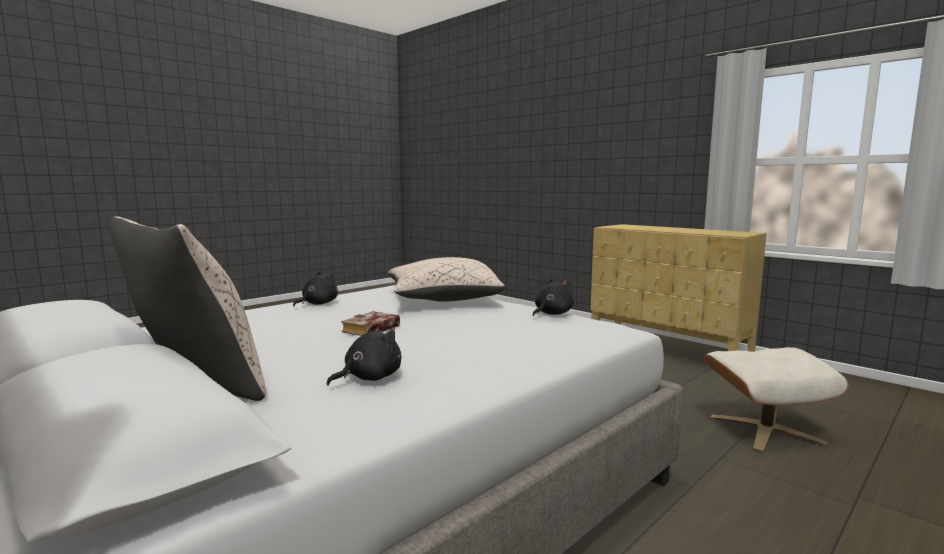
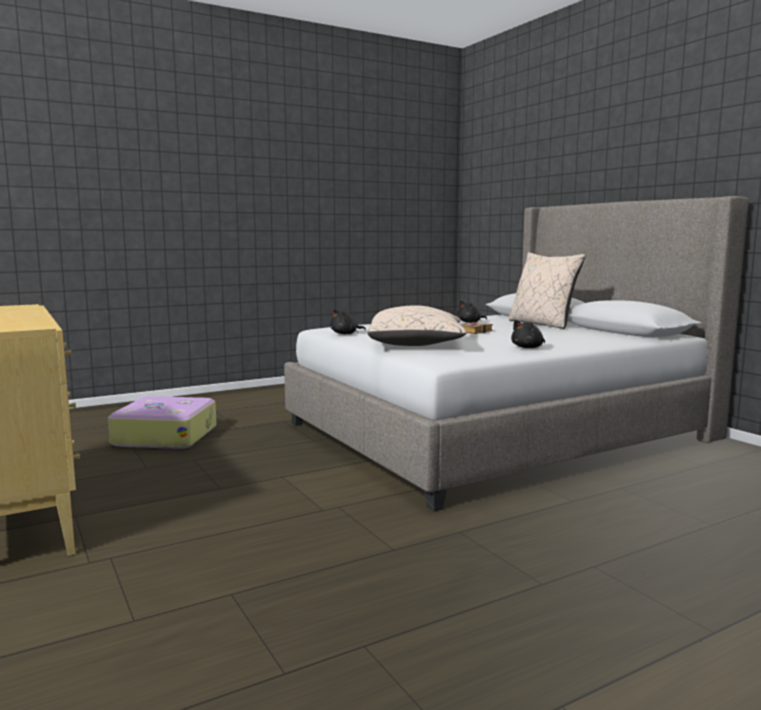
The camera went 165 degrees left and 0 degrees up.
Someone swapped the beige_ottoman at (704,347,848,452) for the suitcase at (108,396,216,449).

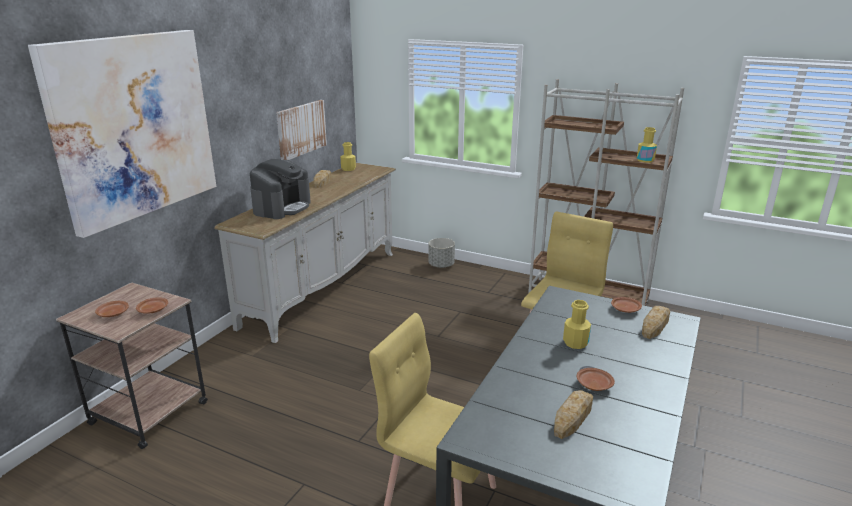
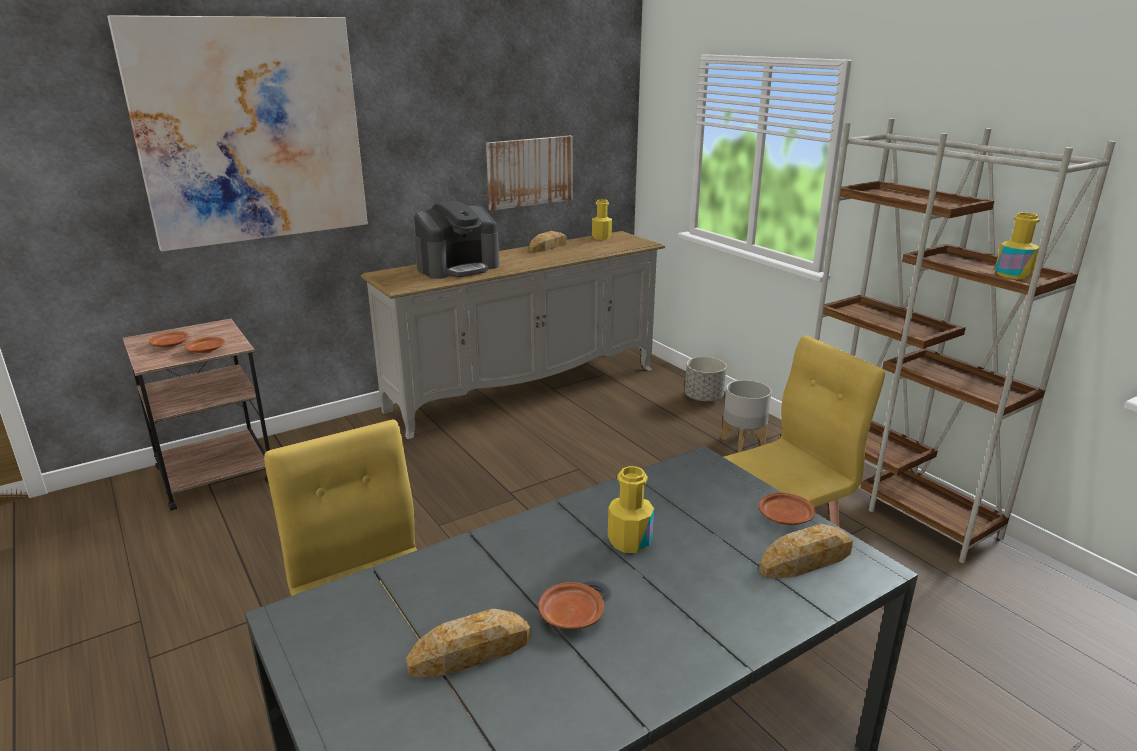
The camera went 30 degrees right and 0 degrees up.
Someone put down the grey_planter at (721,380,772,452).

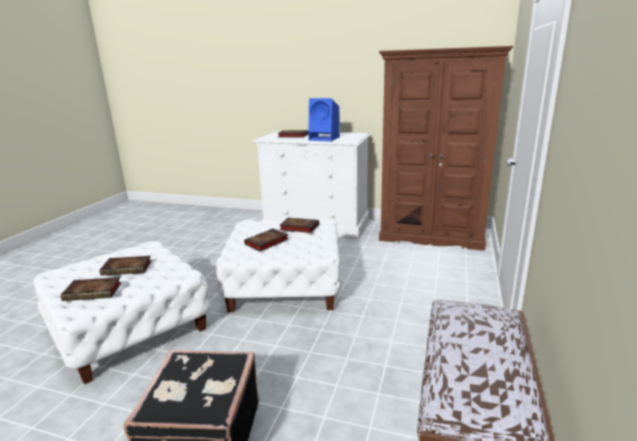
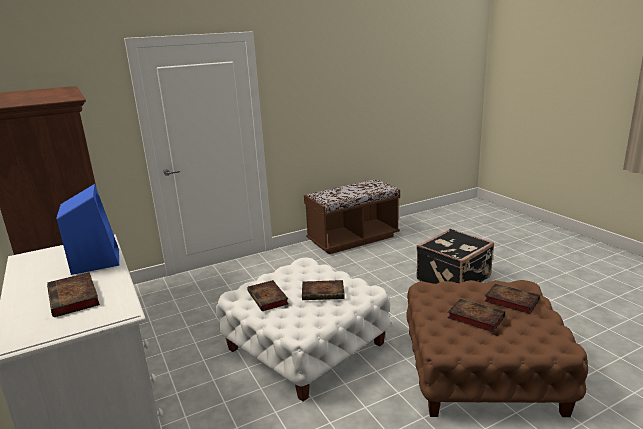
The camera went 135 degrees left and 0 degrees up.
Someone repainted the white_ottoman at (33,241,210,384), which became the brown_ottoman at (406,280,588,417).

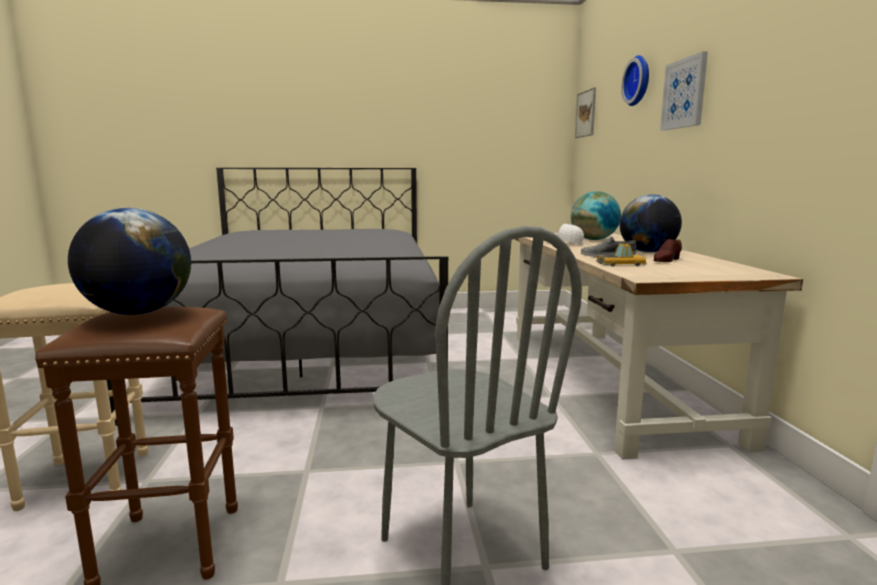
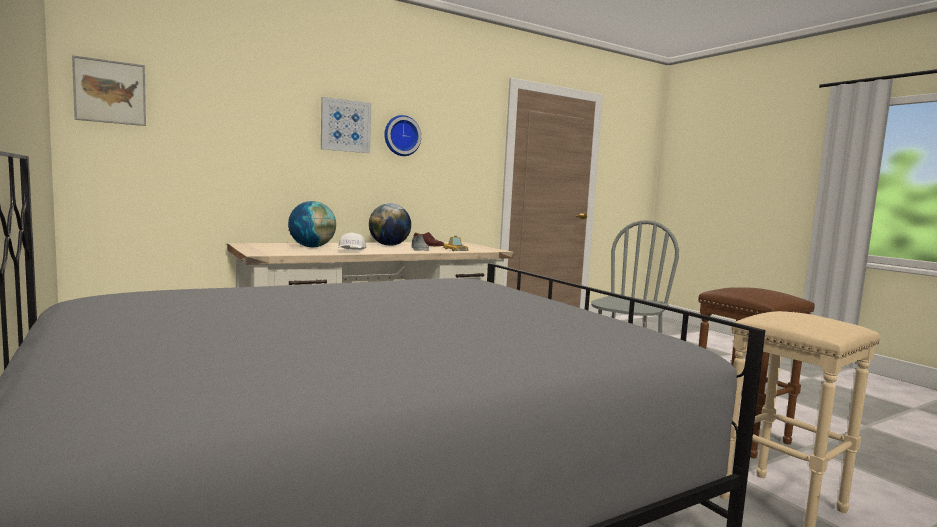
The camera went 115 degrees left and 5 degrees down.
Someone carried the wall_clock from (621,55,649,106) to (384,115,421,156).
Someone took away the globe at (68,208,191,315).

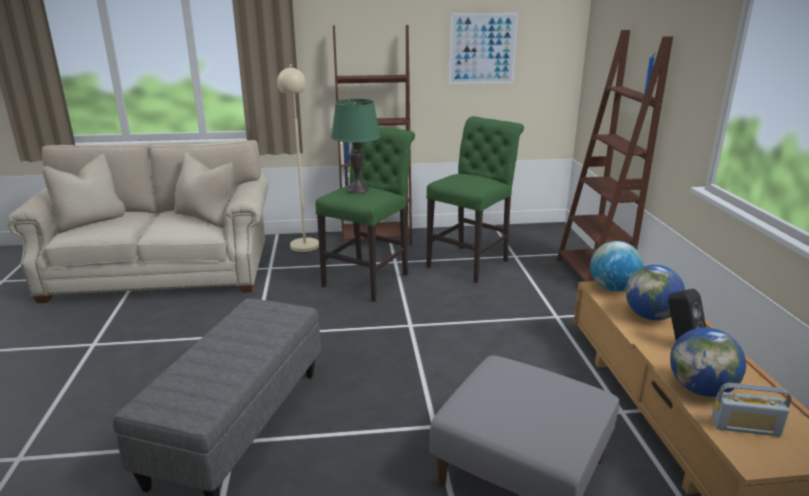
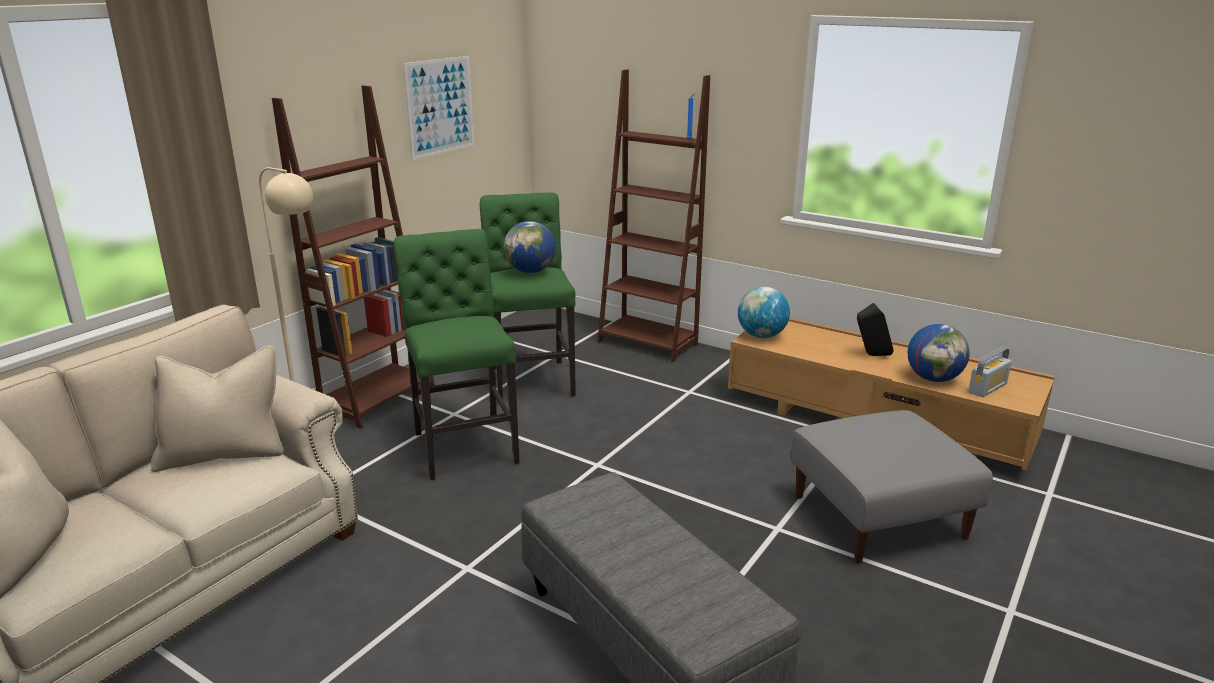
The camera went 50 degrees left and 0 degrees up.
Someone carried the globe from (626,265,685,320) to (504,221,556,273).
Someone took away the green_table_lamp at (331,99,381,193).

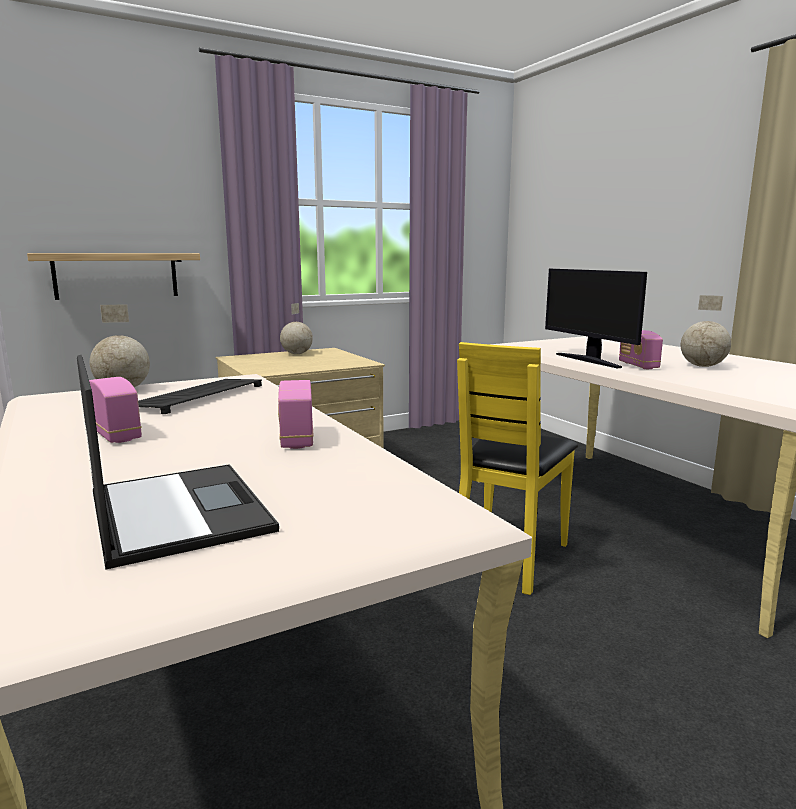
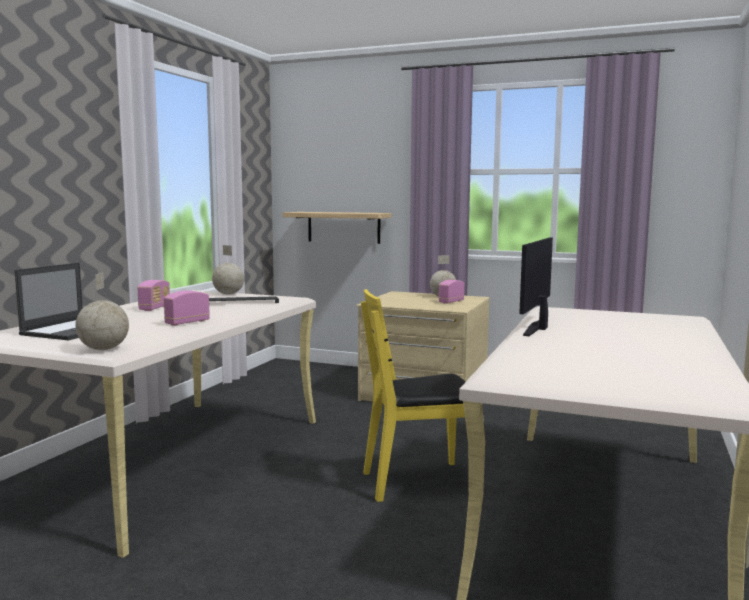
The camera went 50 degrees right and 5 degrees down.
Someone carried the globe from (681,295,731,367) to (75,272,129,350).
Someone carried the radio from (619,330,663,369) to (439,280,464,304).

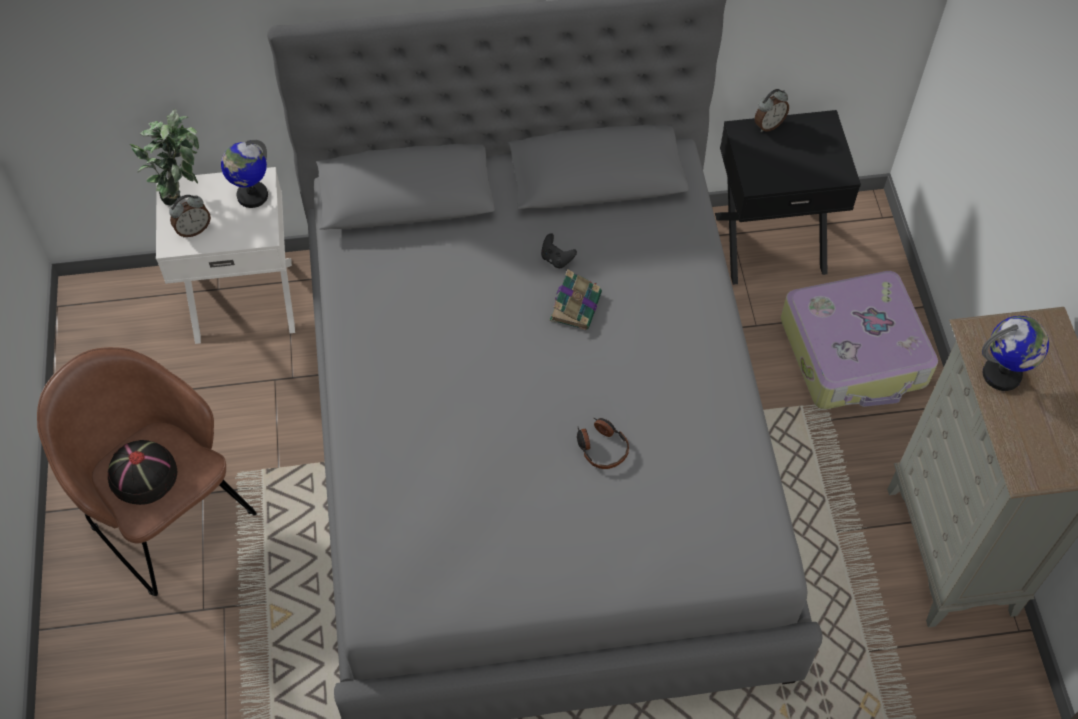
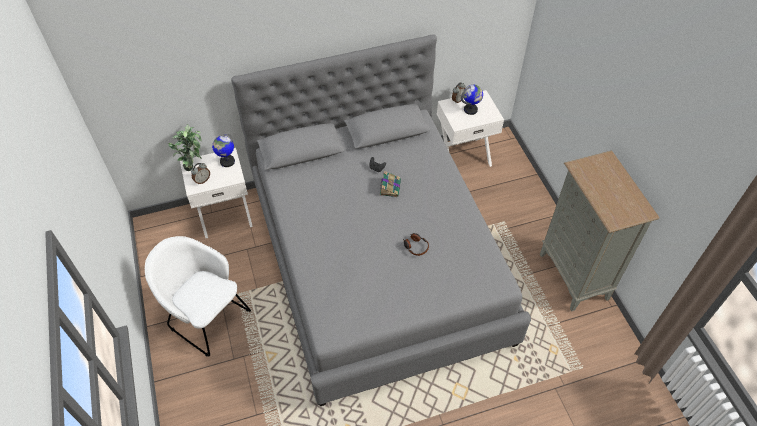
The camera went 10 degrees left and 5 degrees down.
Someone repainted the brown_armchair at (37,347,257,596), which became the white_armchair at (145,236,251,357).
Someone repainted the black_nightstand at (715,110,861,285), which became the white_nightstand at (437,90,504,167).
Someone carried the globe from (982,316,1049,391) to (461,85,483,115).
Someone took away the black_hat at (108,440,177,505).
Someone took away the suitcase at (781,271,938,409).

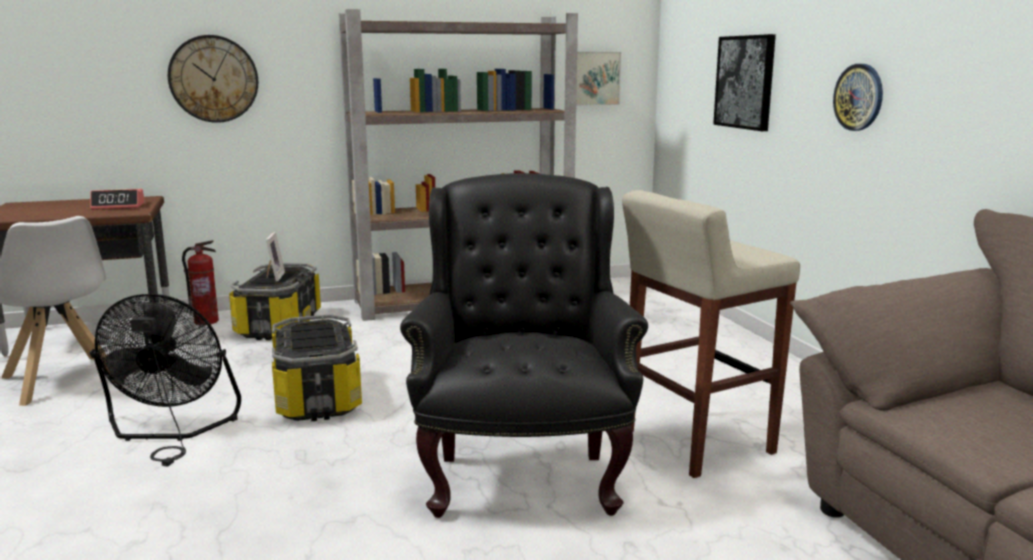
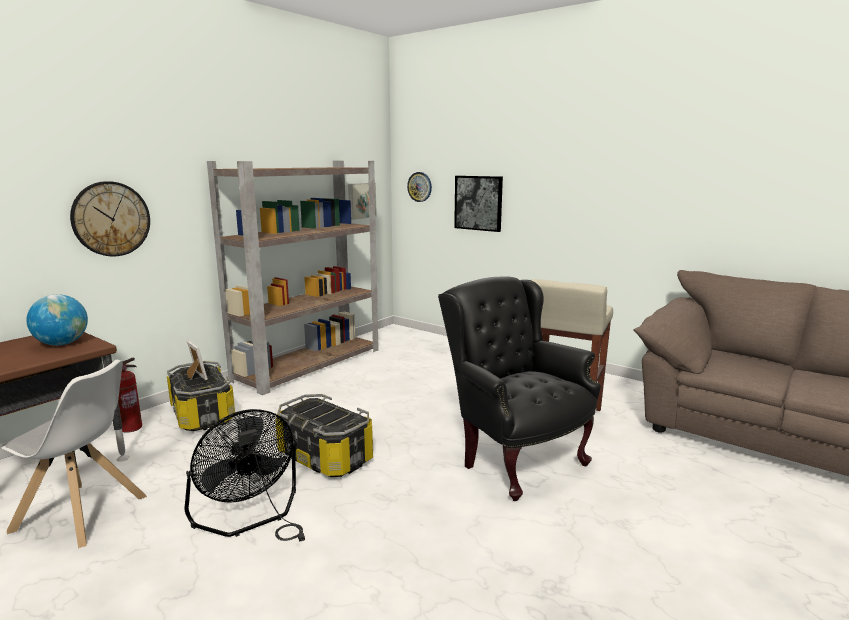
The camera went 35 degrees left and 0 degrees up.
Someone swapped the alarm_clock at (90,189,145,210) for the globe at (26,294,88,345).
Someone carried the wall_clock from (833,64,883,131) to (407,172,432,202).

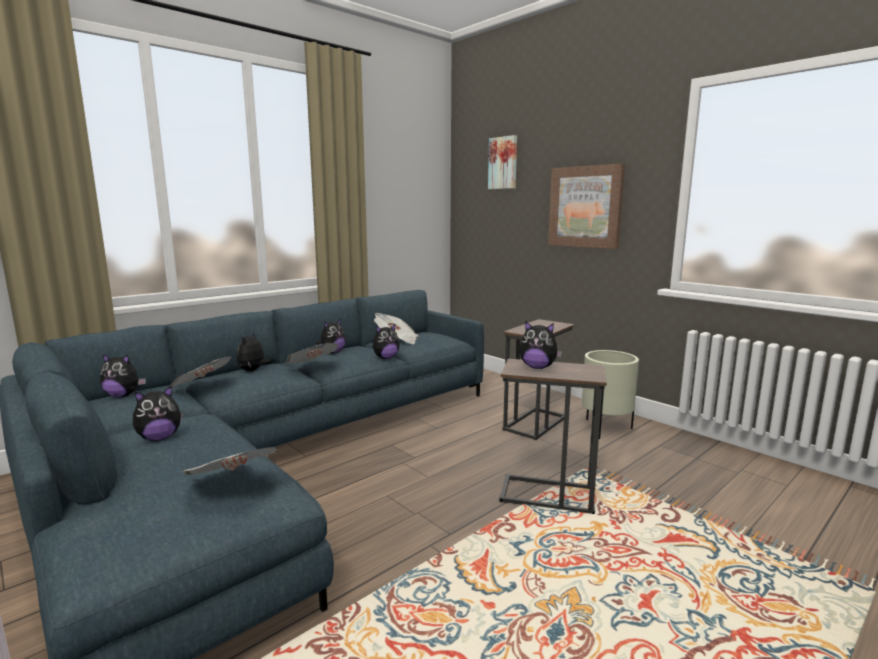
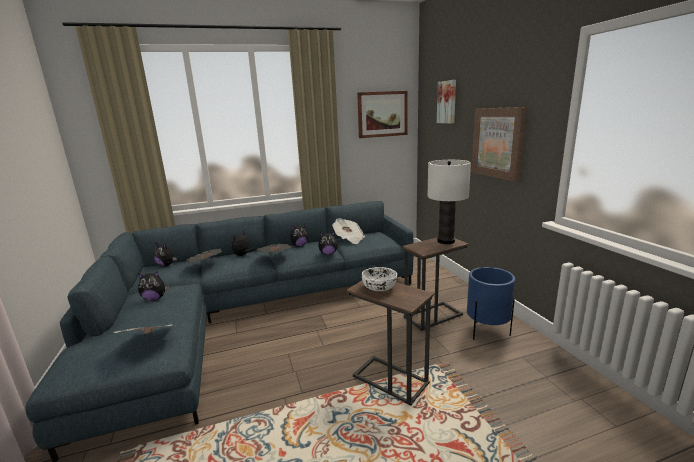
The camera went 25 degrees right and 5 degrees up.
Someone put up the picture at (357,91,408,138).
Someone swapped the plush_toy at (520,321,562,369) for the white_bowl at (362,267,397,291).
Someone put down the white_table_lamp at (428,160,471,244).
Someone repainted the beige_planter at (582,350,639,439), which became the blue_planter at (467,267,515,340).

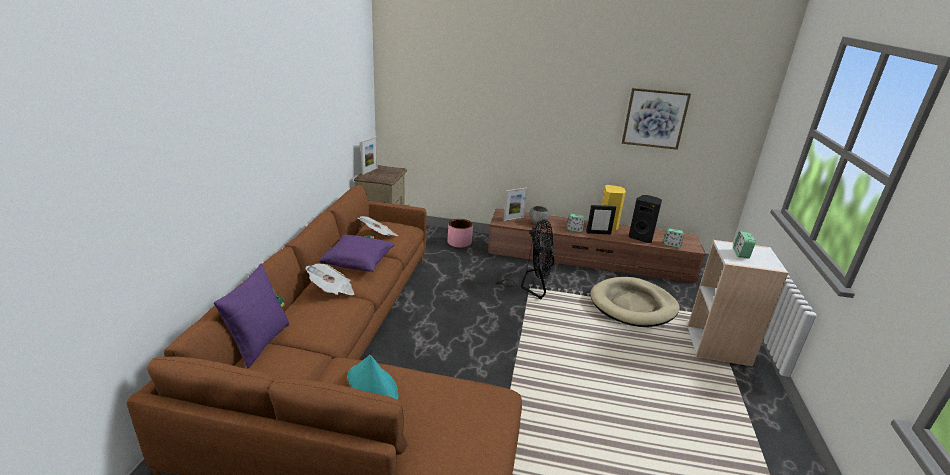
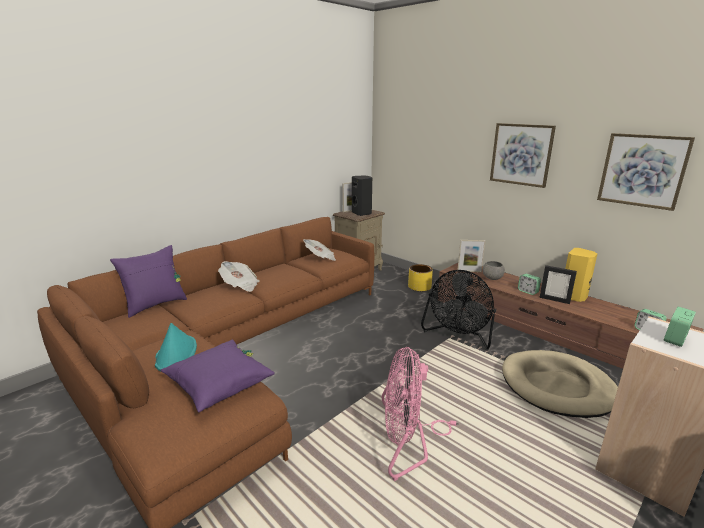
The camera went 35 degrees right and 5 degrees down.
Someone carried the purple_pillow from (320,234,395,272) to (161,339,275,412).
Someone carried the black_speaker from (629,195,662,243) to (352,175,372,216).
Someone put down the pink_fan at (382,347,458,481).
Someone repainted the pink_planter at (447,219,473,248), which became the yellow_planter at (408,264,433,292).
Someone rotated the black_fan at (496,219,554,300) by 75 degrees clockwise.
Someone put up the picture at (490,123,556,188).

